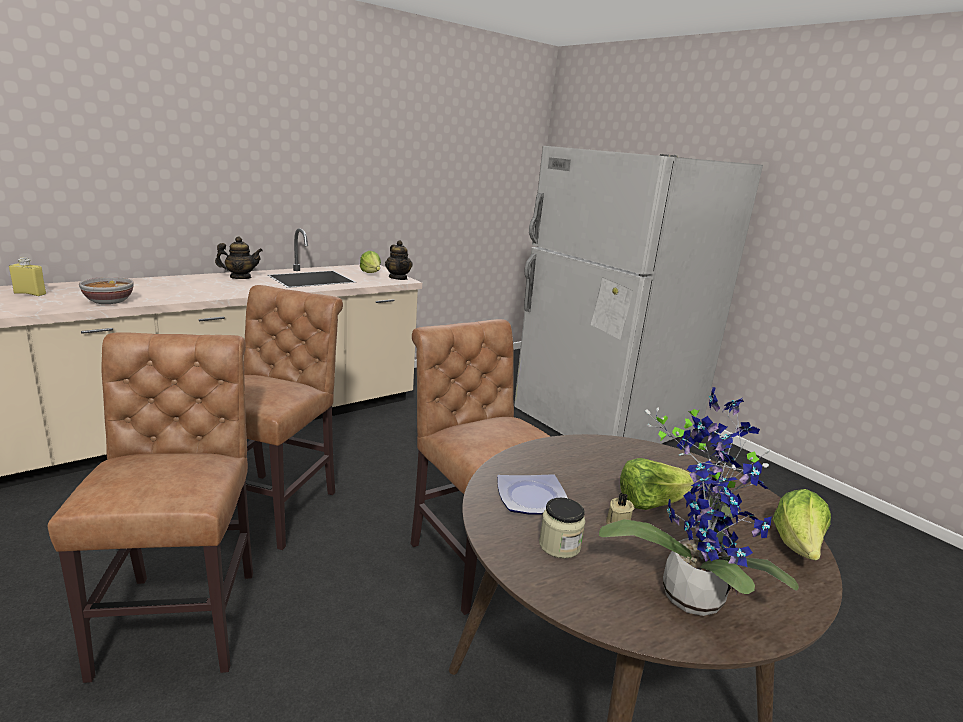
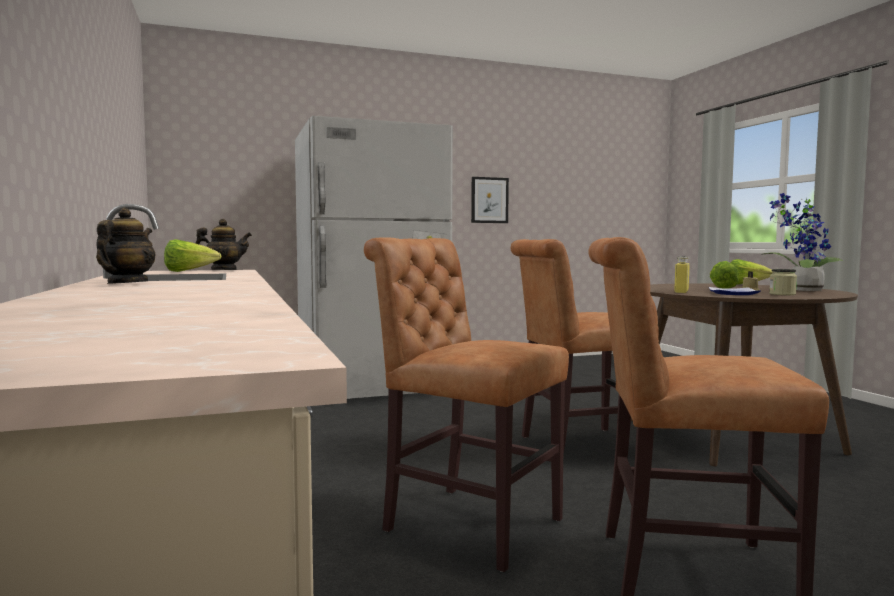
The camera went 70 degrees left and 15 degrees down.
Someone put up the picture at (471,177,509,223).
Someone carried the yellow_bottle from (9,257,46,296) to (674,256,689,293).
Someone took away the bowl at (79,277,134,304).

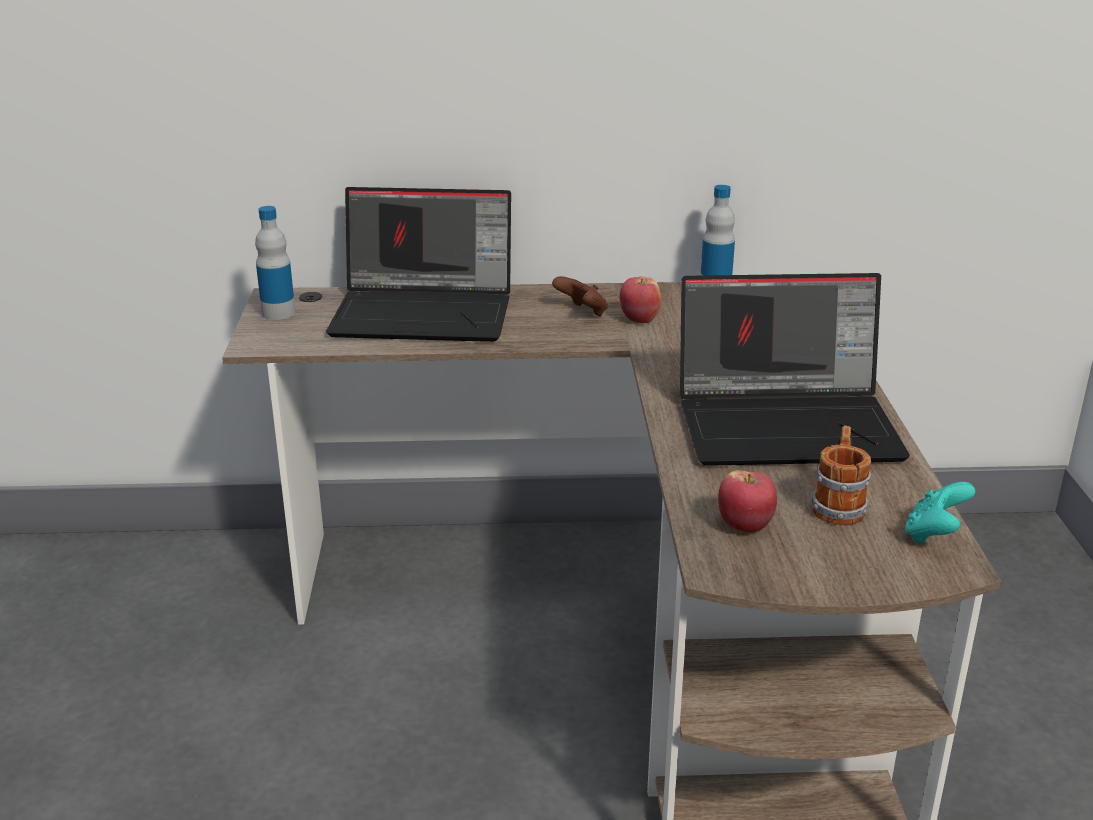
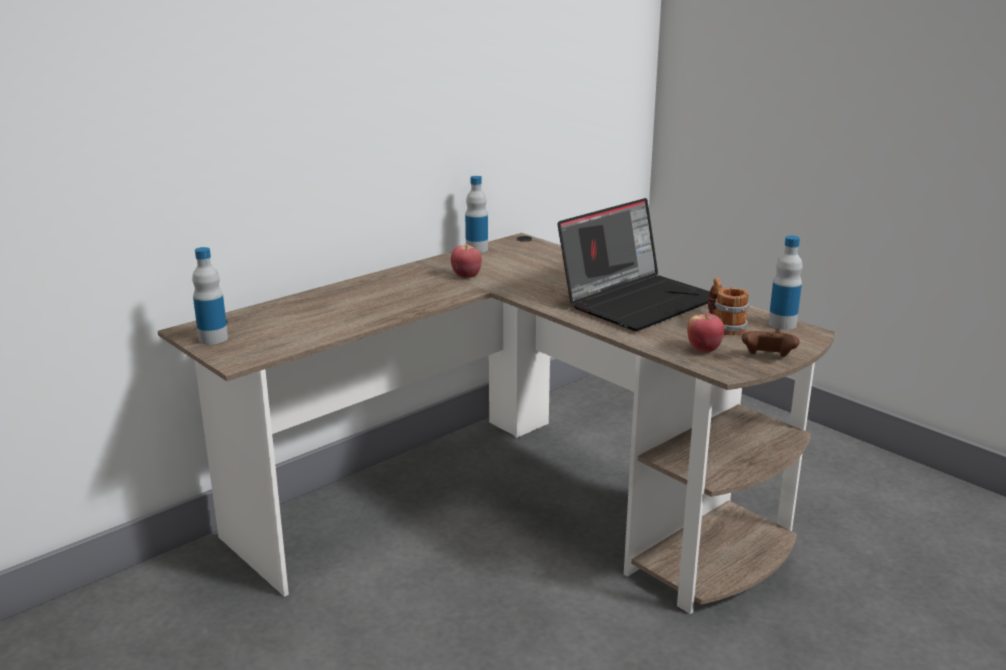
The camera went 40 degrees left and 5 degrees down.
Someone carried the brown_game_controller from (552,276,608,316) to (742,331,800,357).
Someone swapped the turquoise_game_controller at (905,482,975,544) for the bottle at (768,235,802,330).
Someone took away the laptop at (326,187,511,342).

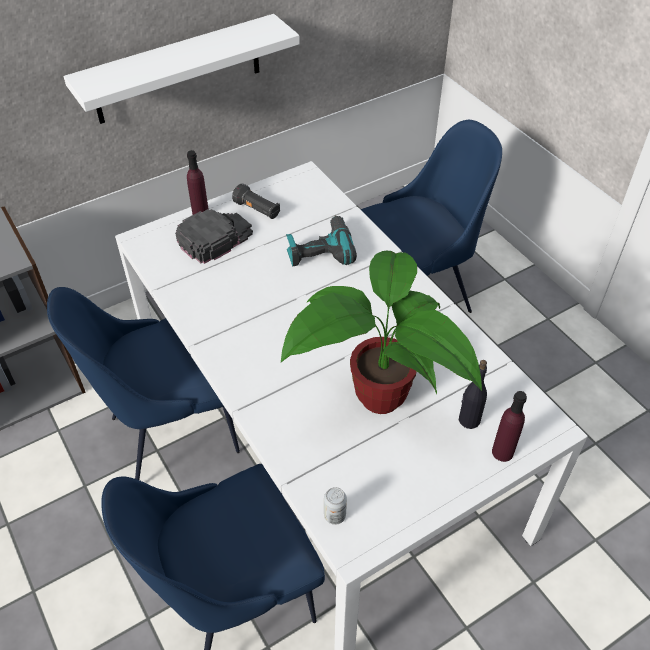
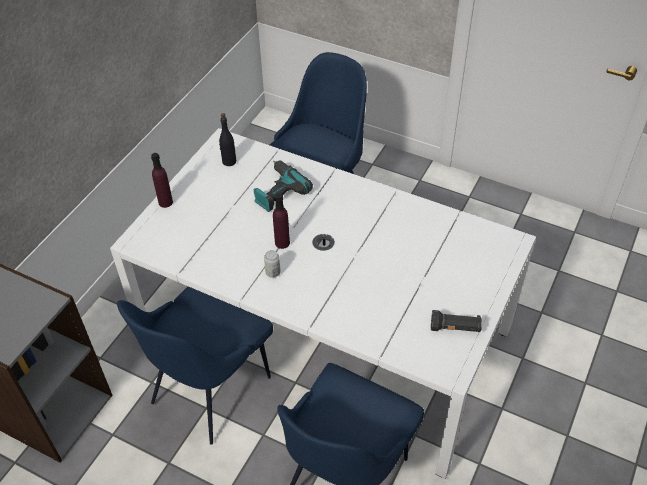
The camera went 30 degrees left and 0 degrees up.
Someone carried the black_bottle from (459,360,487,429) to (219,113,236,166).
Someone carried the can from (324,487,347,525) to (264,250,281,278).
Someone carried the purple_bottle from (492,391,527,462) to (273,193,290,249).
Someone carried the black_flashlight from (232,183,280,219) to (431,310,482,332).
Someone took away the white_shelf at (64,14,300,124).
Someone took away the black_cap at (175,209,253,264).
Someone took away the potted_plant at (281,251,482,414).

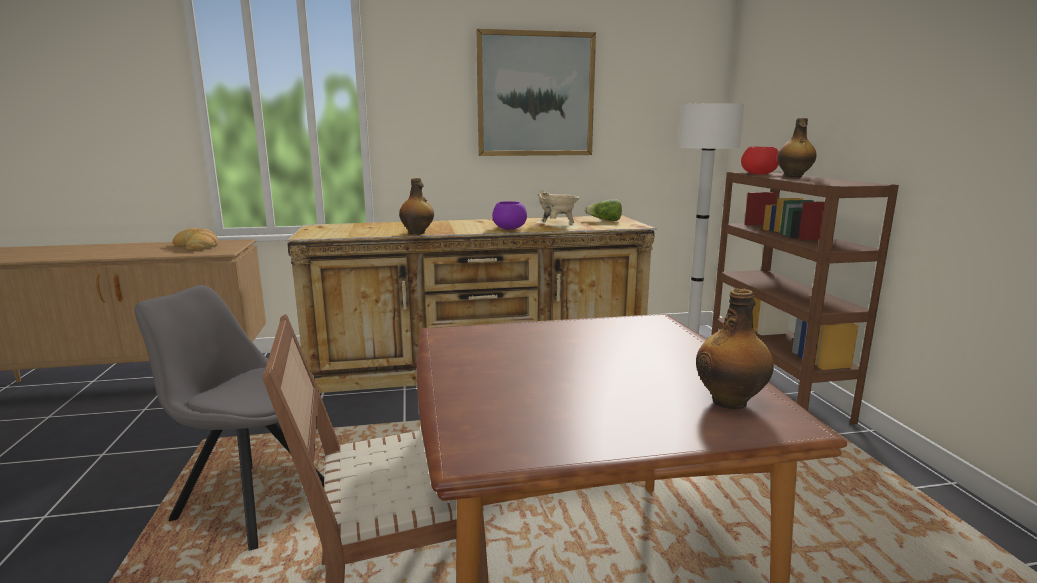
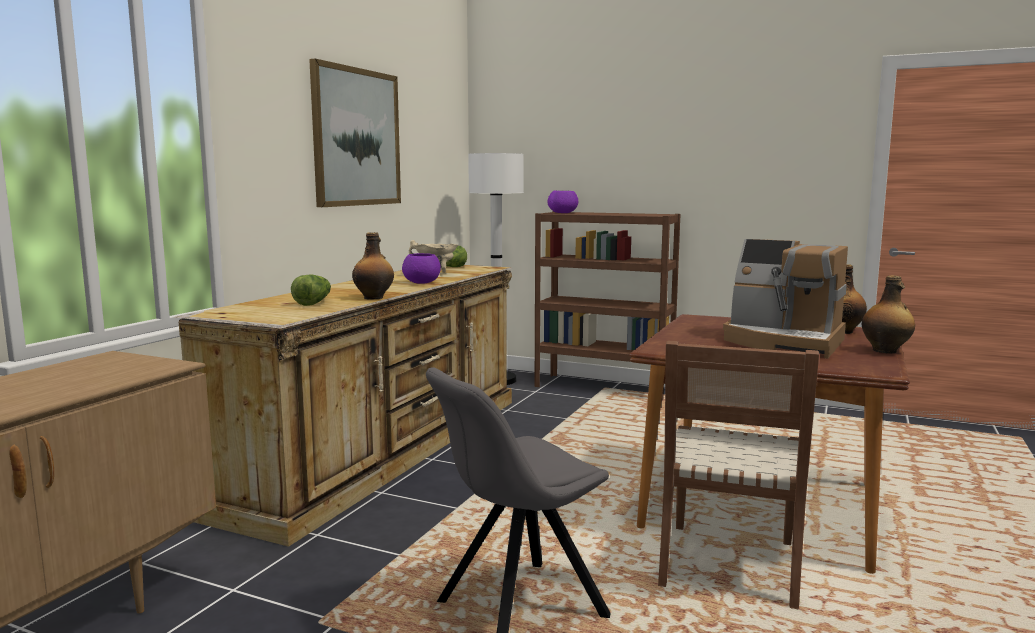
The camera went 55 degrees left and 5 degrees down.
Someone put down the lettuce at (291,274,331,306).
Someone repainted the red_bowl at (741,147,779,174), which became the purple_bowl at (548,191,578,213).
Someone put down the coffee_machine at (723,239,848,359).
Someone carried the bottle from (777,118,817,178) to (862,276,915,353).
Someone took away the bread at (173,228,219,250).

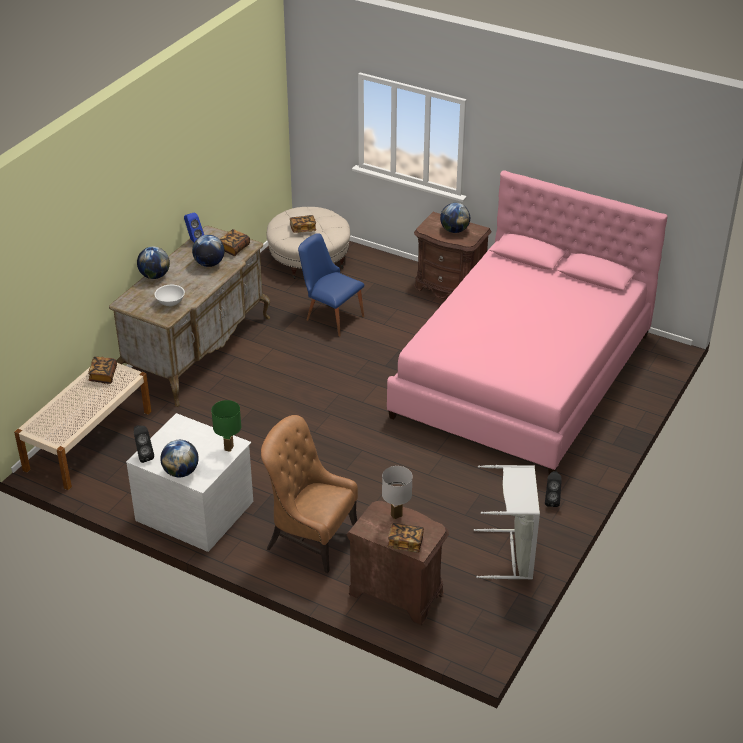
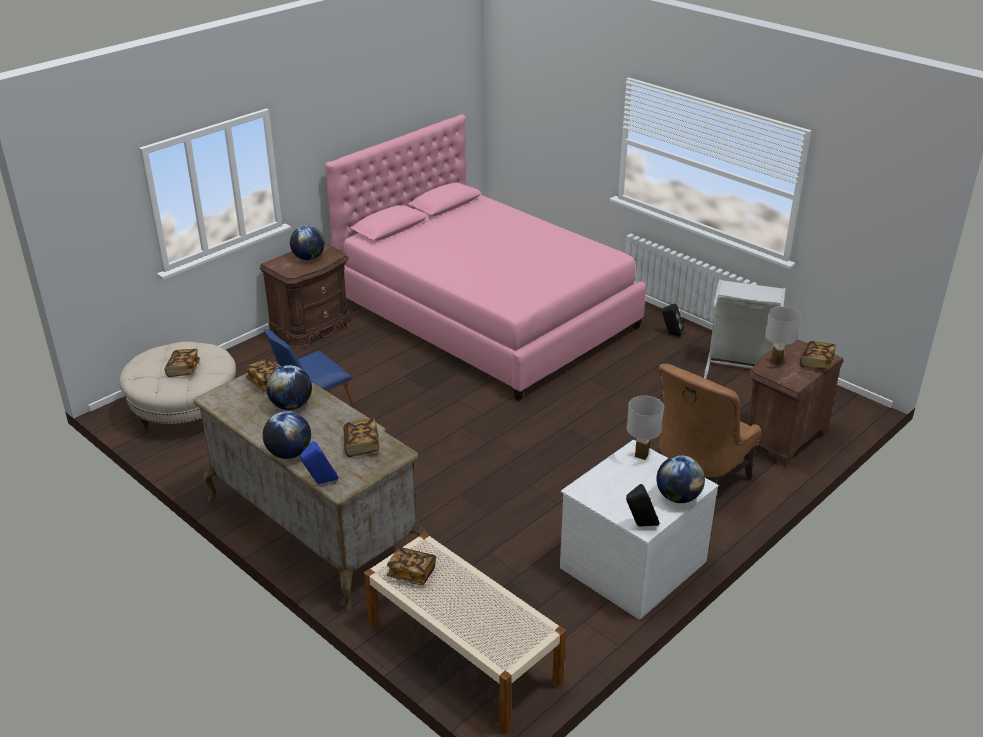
The camera went 75 degrees left and 5 degrees down.
Someone carried the blue_speaker from (184,213,204,242) to (300,441,338,484).
Someone swapped the white_bowl at (154,285,185,306) for the book at (343,418,379,457).
Someone repainted the green_table_lamp at (211,400,241,452), which became the white_table_lamp at (627,395,664,460).

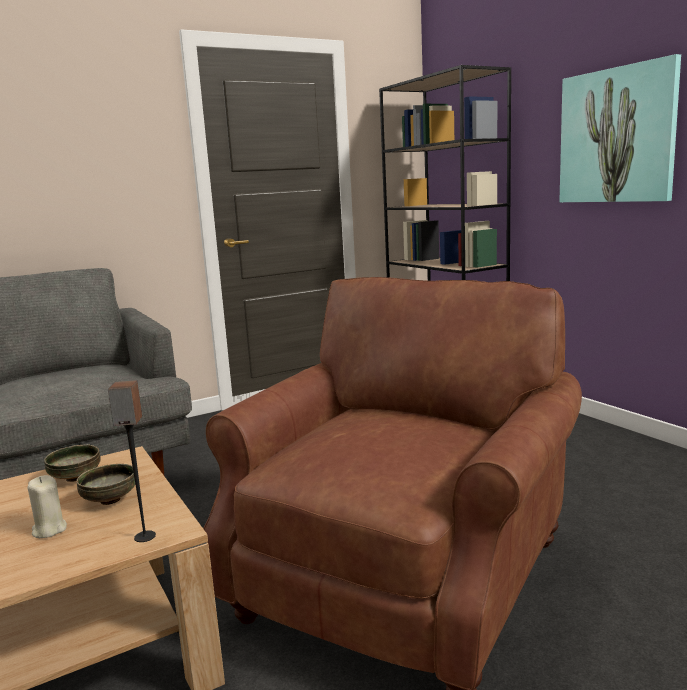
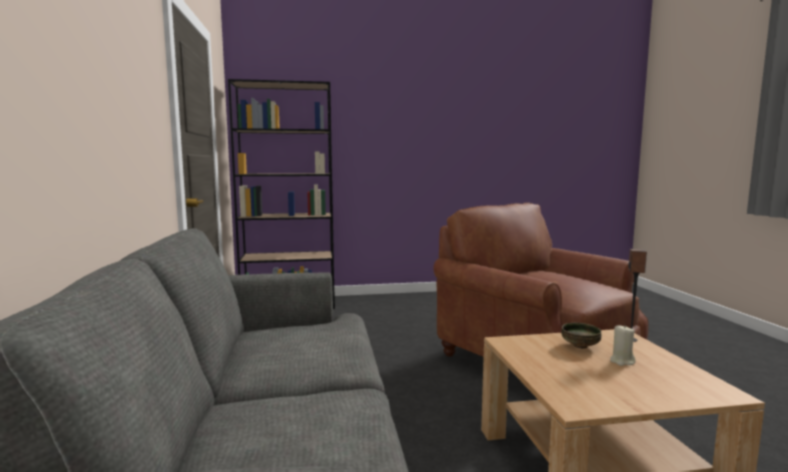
The camera went 70 degrees left and 5 degrees down.
Someone took away the bowl at (44,444,101,482).
Someone took away the picture at (559,54,681,202).

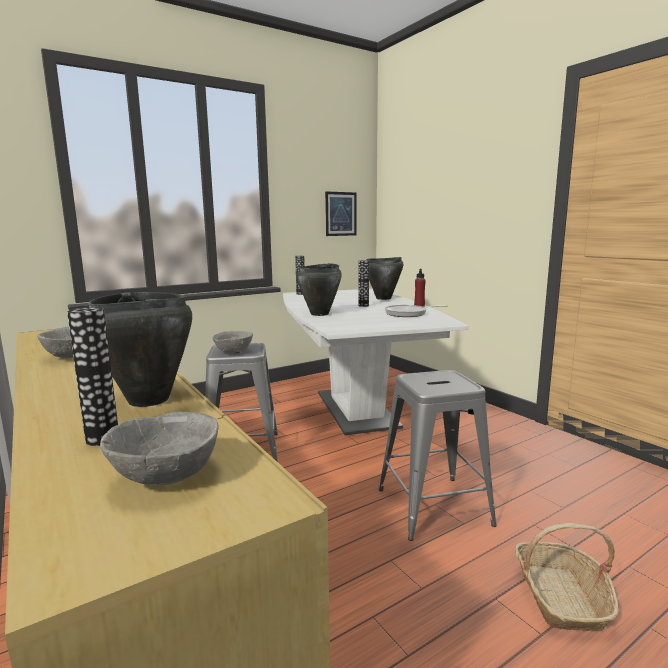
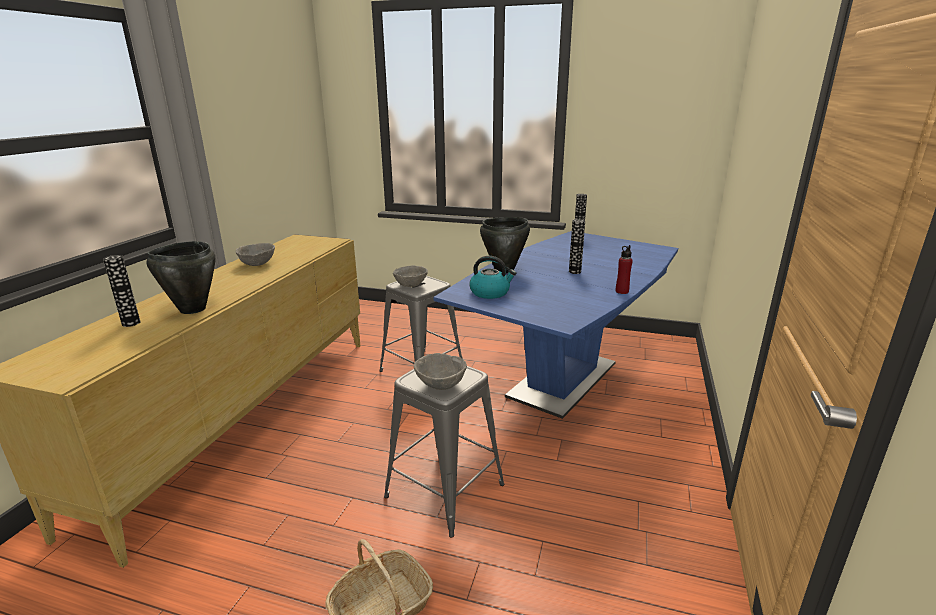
The camera went 50 degrees right and 10 degrees up.
Someone carried the grey_bowl from (100,412,219,486) to (414,353,467,390).
Someone repainted the white_dining_table at (283,289,469,435), which became the blue_dining_table at (433,231,678,419).
Someone put down the kettle at (469,256,516,299).
Someone took away the picture at (325,191,357,236).
Someone took away the black_cooking_pot at (366,257,403,300).
Someone took away the frying_pan at (385,305,448,317).

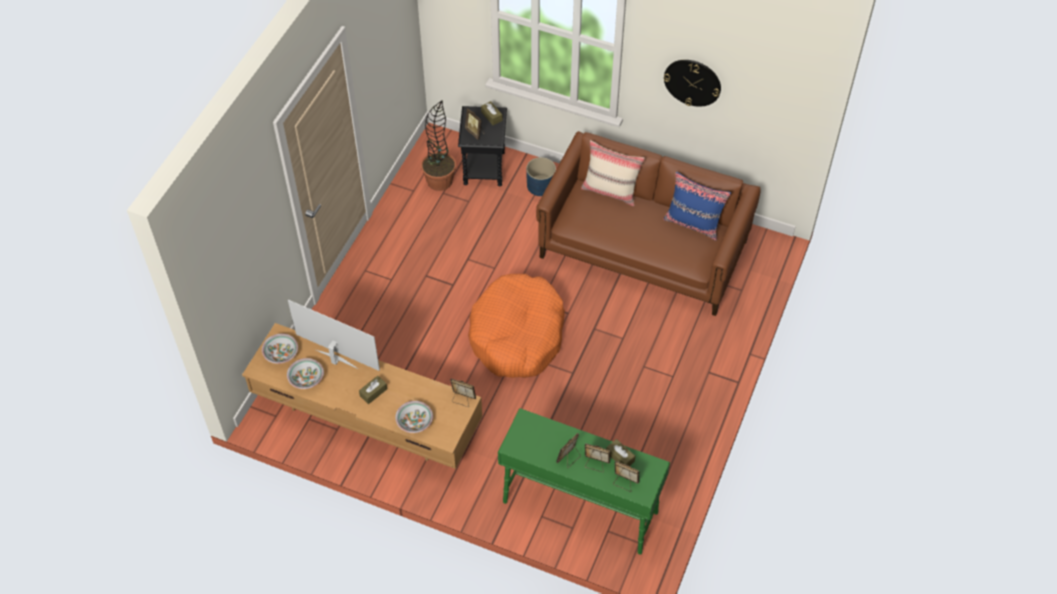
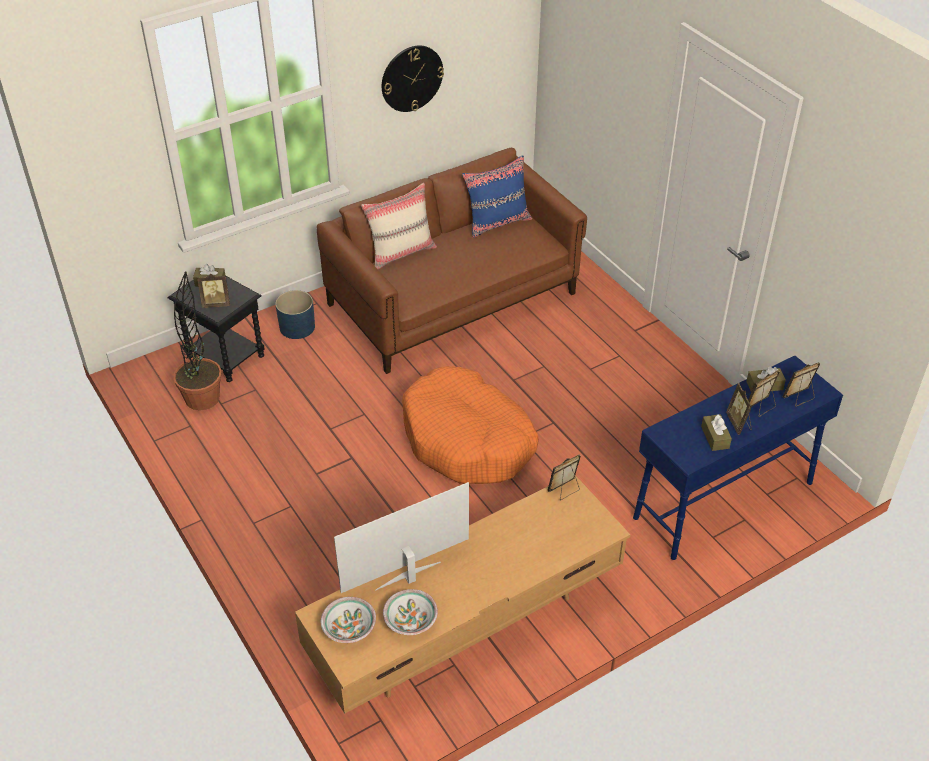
The camera went 55 degrees left and 10 degrees down.
Someone repainted the green_console_table at (498,408,670,555), which became the blue_console_table at (633,355,843,560).
Someone carried the brown_tissue_box from (359,376,387,404) to (701,414,732,451).
Someone took away the bowl at (395,401,433,433).

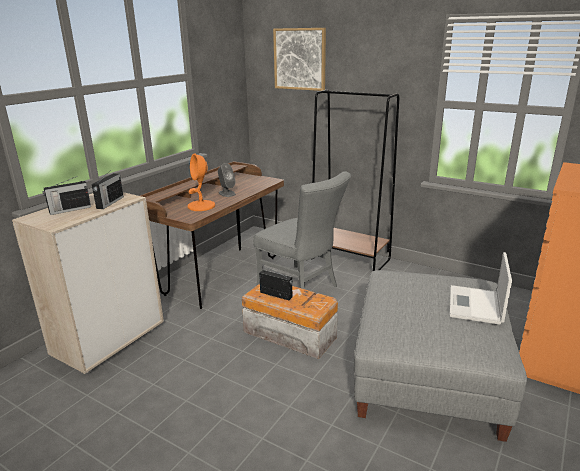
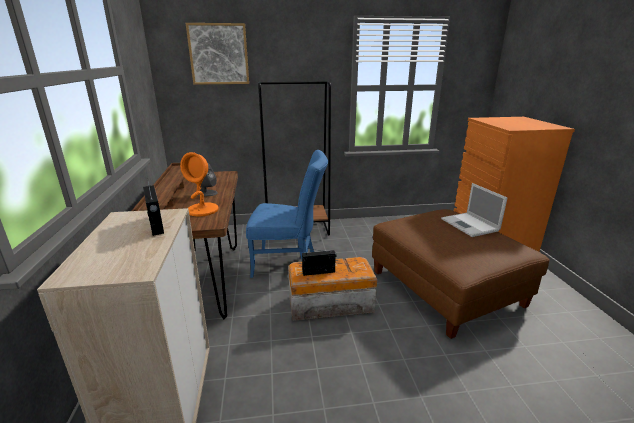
The camera went 40 degrees left and 0 degrees up.
Someone repainted the grey_chair at (253,171,351,289), which became the blue_chair at (246,150,328,278).
Someone repainted the grey_ottoman at (354,270,527,442), which became the brown_ottoman at (372,209,550,339).
Someone took away the radio at (43,176,91,215).

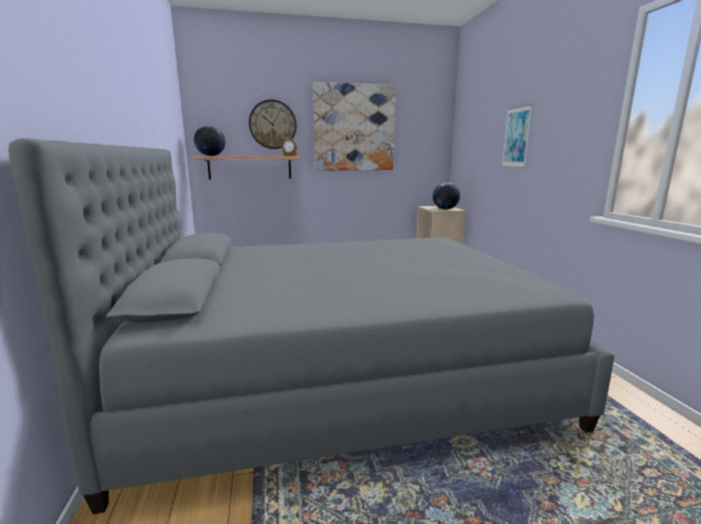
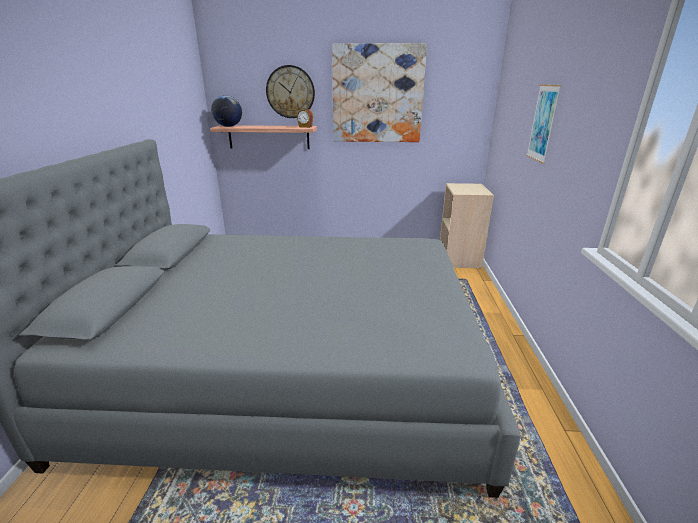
The camera went 15 degrees right and 10 degrees up.
Someone took away the globe at (433,182,460,209).

